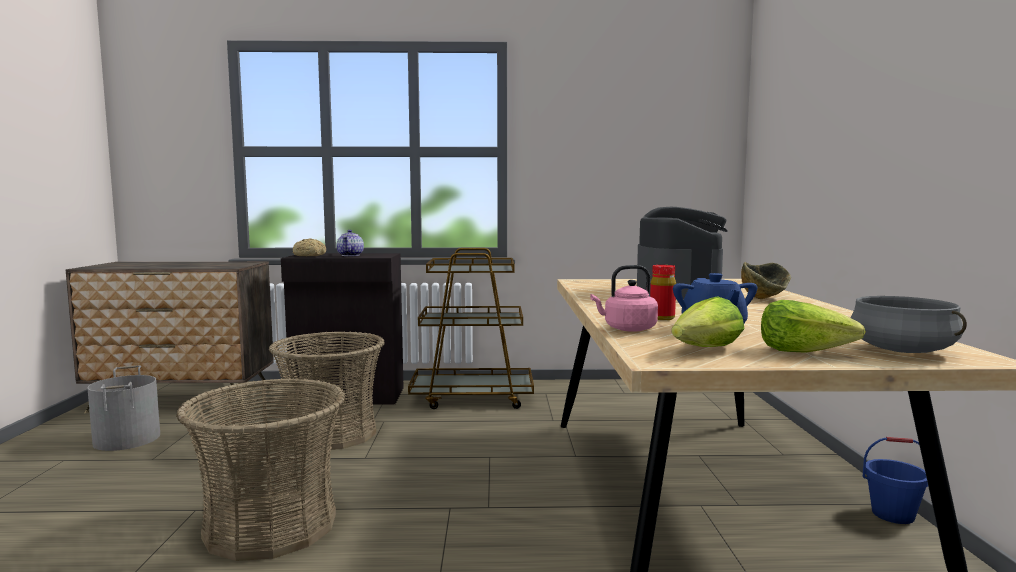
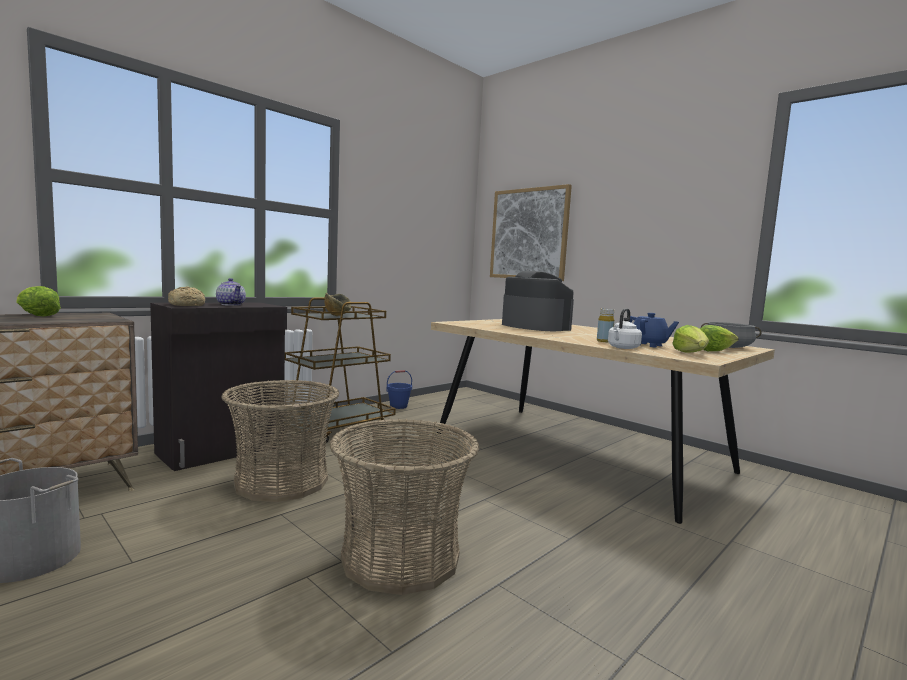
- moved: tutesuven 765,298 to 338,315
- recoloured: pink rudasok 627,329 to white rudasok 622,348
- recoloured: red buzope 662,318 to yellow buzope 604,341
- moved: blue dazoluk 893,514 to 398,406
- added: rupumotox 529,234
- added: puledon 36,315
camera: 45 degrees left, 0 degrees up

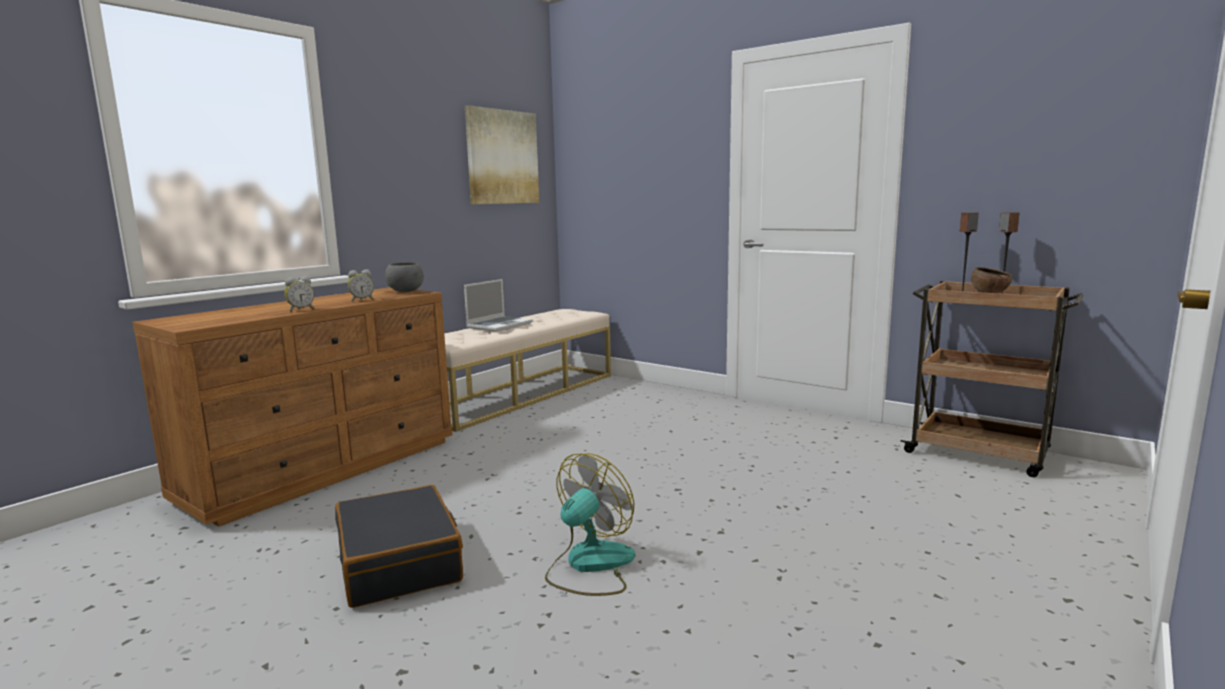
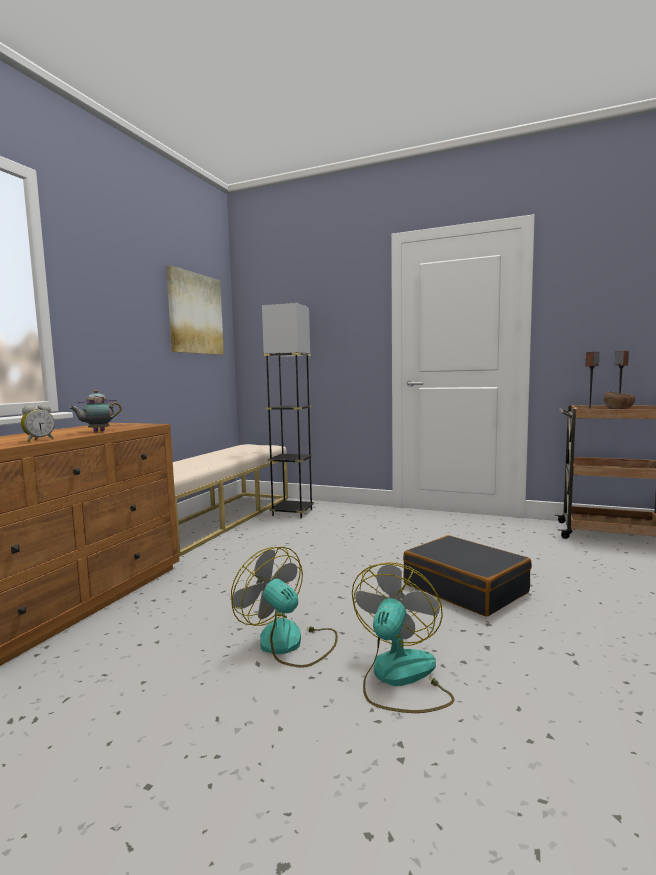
- removed: grey tutesuven 405,291
- replaced: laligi 362,300 to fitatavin 97,431
- removed: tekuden 499,325
- moved: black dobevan 400,562 to 465,588
- added: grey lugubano 292,512
- added: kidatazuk 289,643
camera: 15 degrees left, 5 degrees down

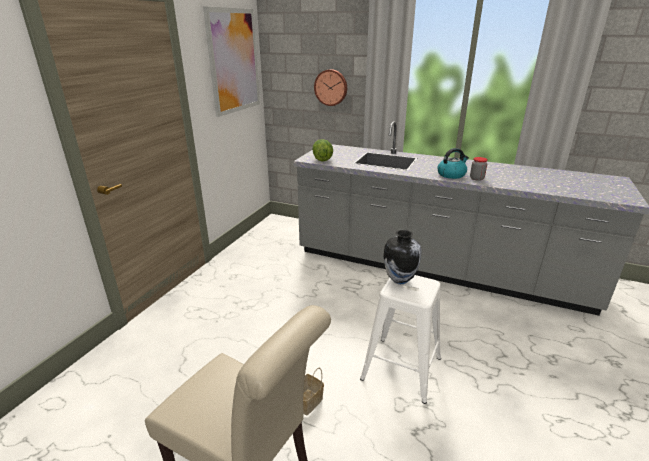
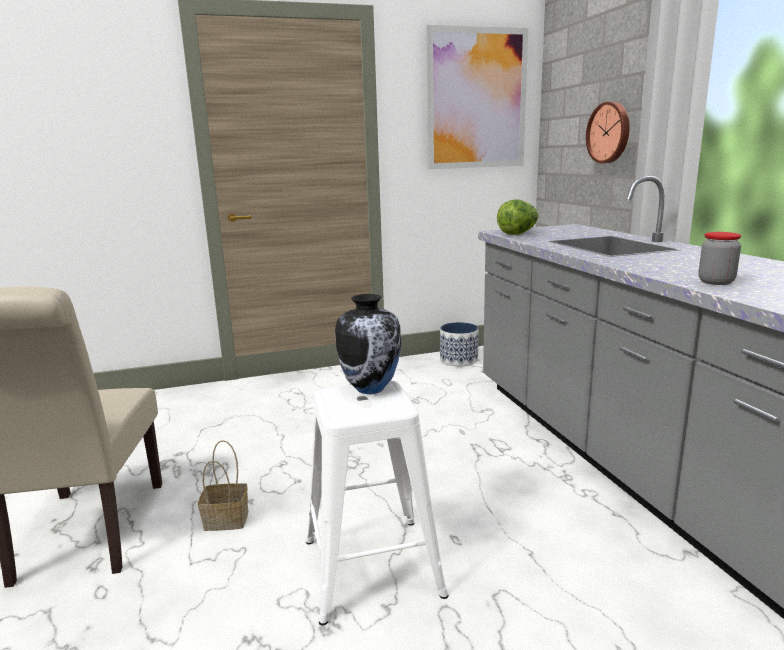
- removed: rudasok 451,174
- added: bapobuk 459,360
camera: 50 degrees right, 10 degrees down

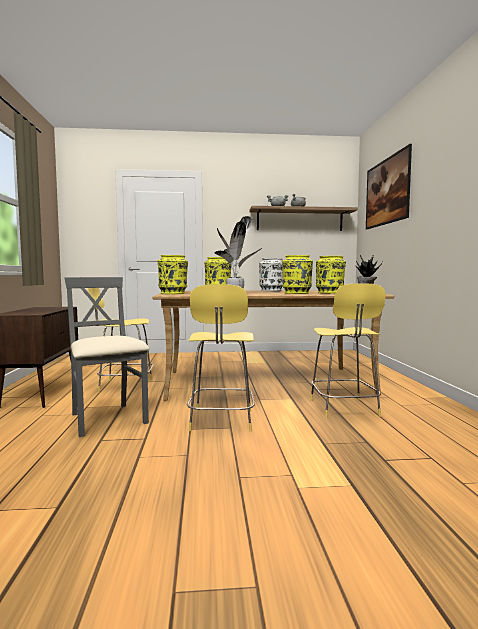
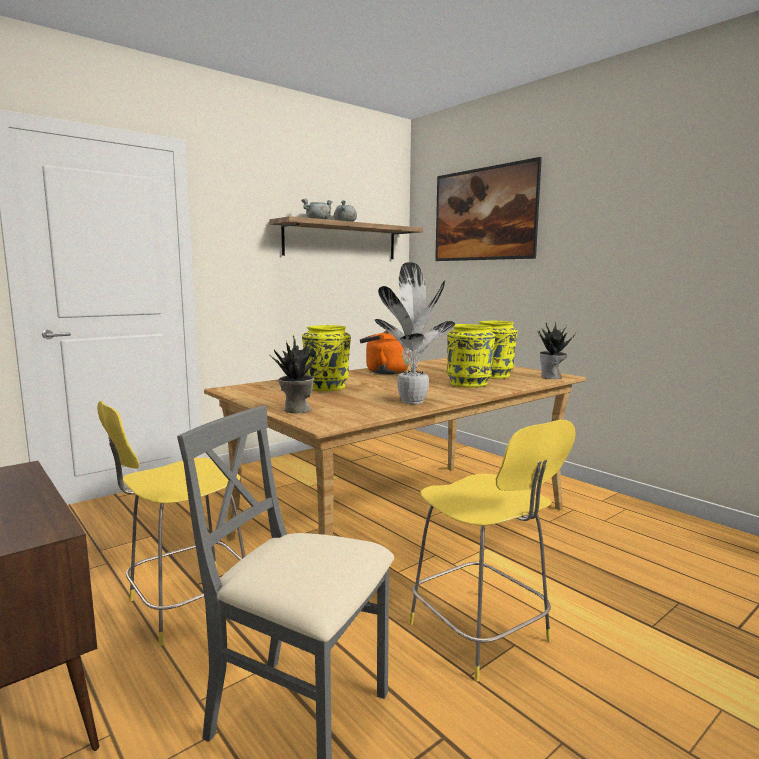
- replaced: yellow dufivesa 173,293 to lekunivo 296,410
- replaced: white dufivesa 272,290 to orange rudasok 384,372
- removed: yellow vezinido 344,409
camera: 35 degrees left, 5 degrees up

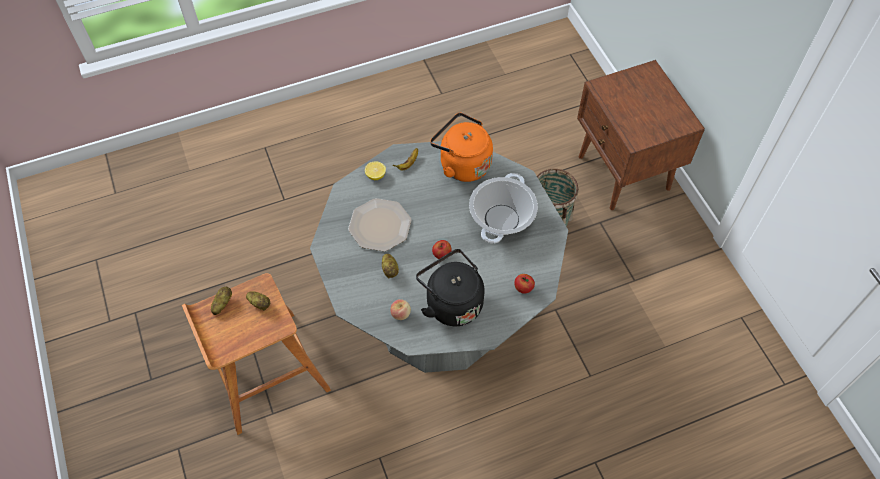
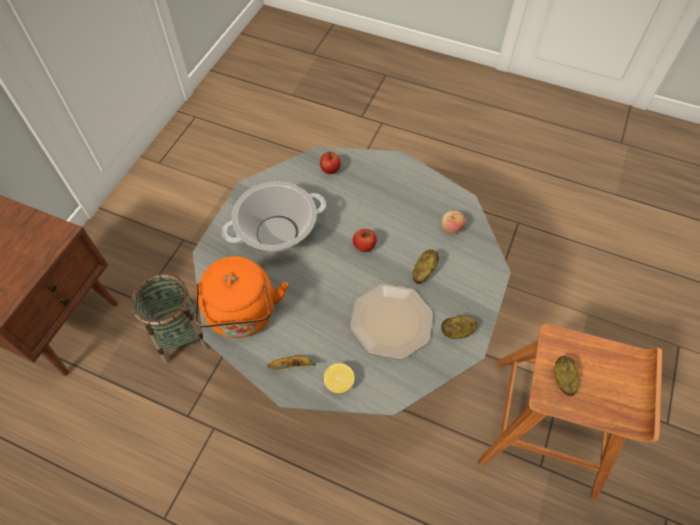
- removed: black rudasok 451,302
- moved: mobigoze 222,304 to 457,332
camera: 135 degrees left, 0 degrees up

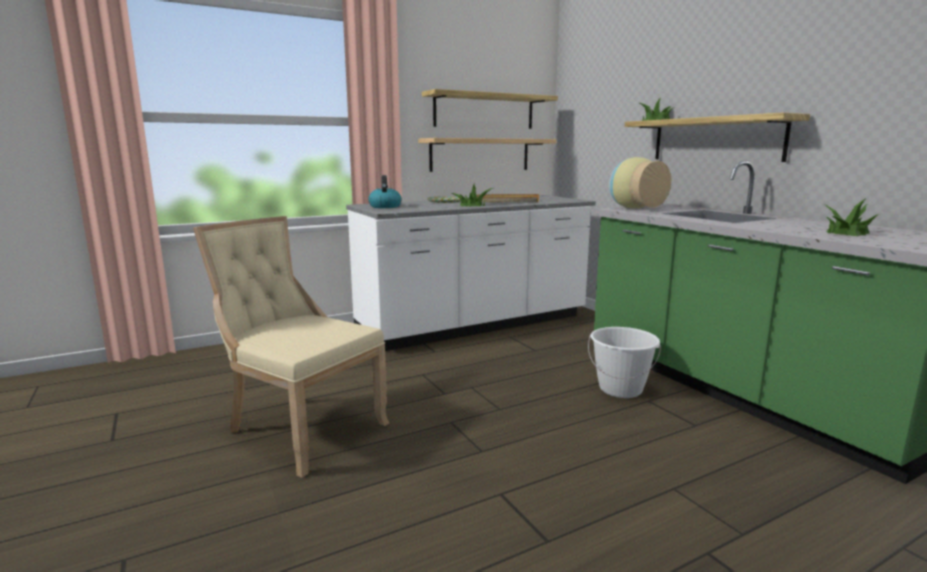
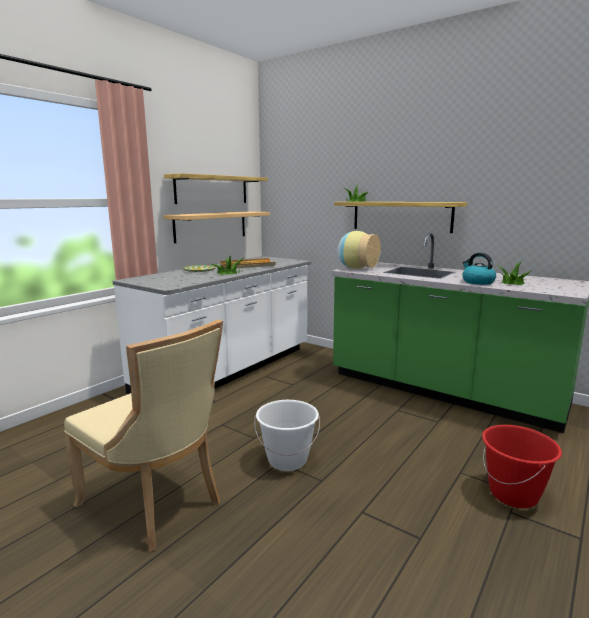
- moved: rudasok 385,206 to 477,282
- turned: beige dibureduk 301,428 = 156,503 150 degrees counterclockwise
- moved: white dazoluk 620,389 to 287,460
- added: red dazoluk 513,494
camera: 25 degrees left, 0 degrees up

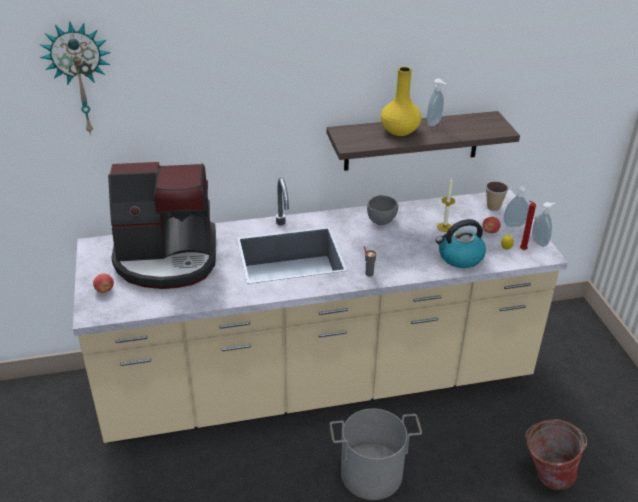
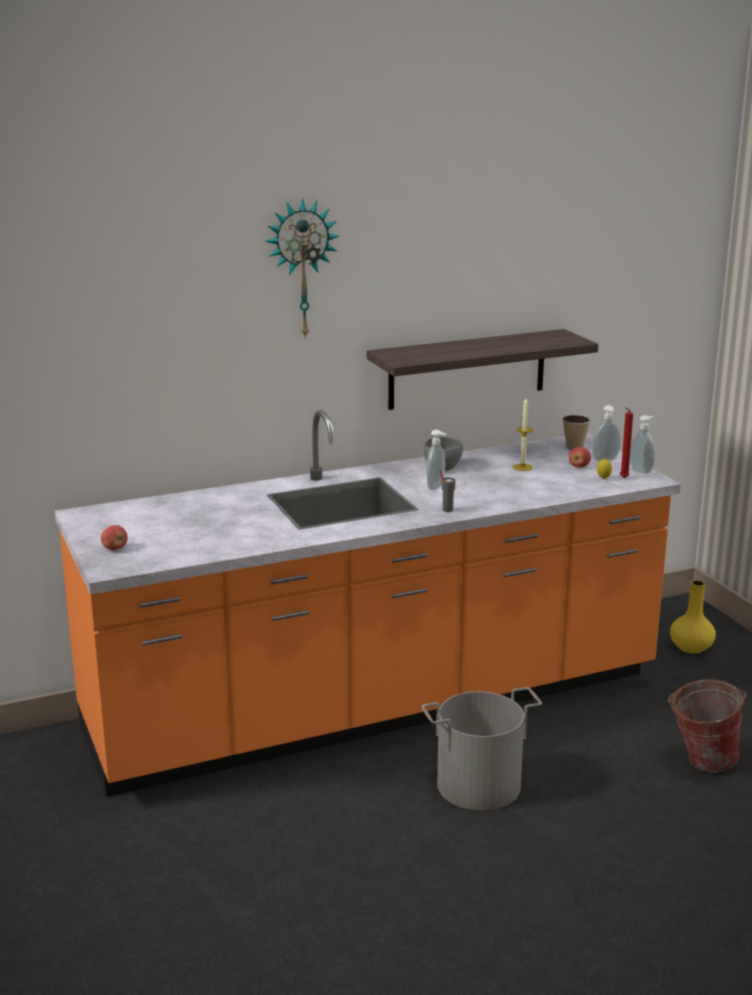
- moved: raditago 80,78 to 301,269
- moved: yellow dufivesa 399,130 to 690,647
- moved: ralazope 434,123 to 436,487
- removed: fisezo 167,258
- recoloured: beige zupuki 317,382 to orange zupuki 376,705
- removed: rudasok 459,257
camera: 10 degrees left, 15 degrees down

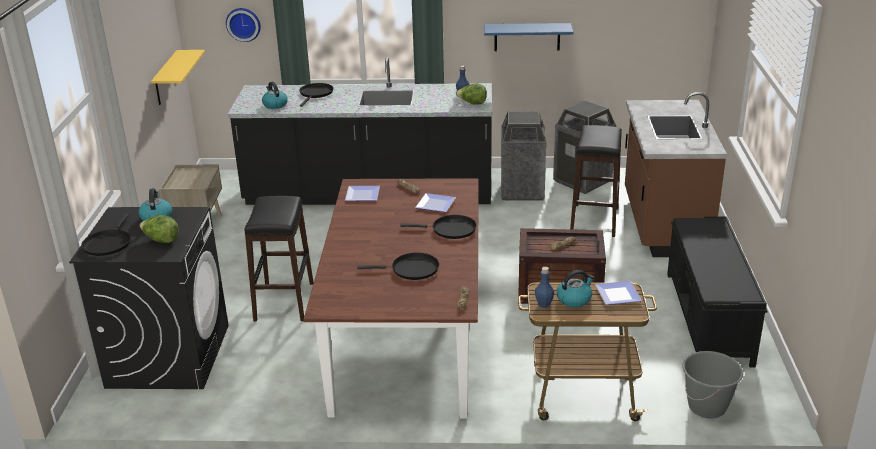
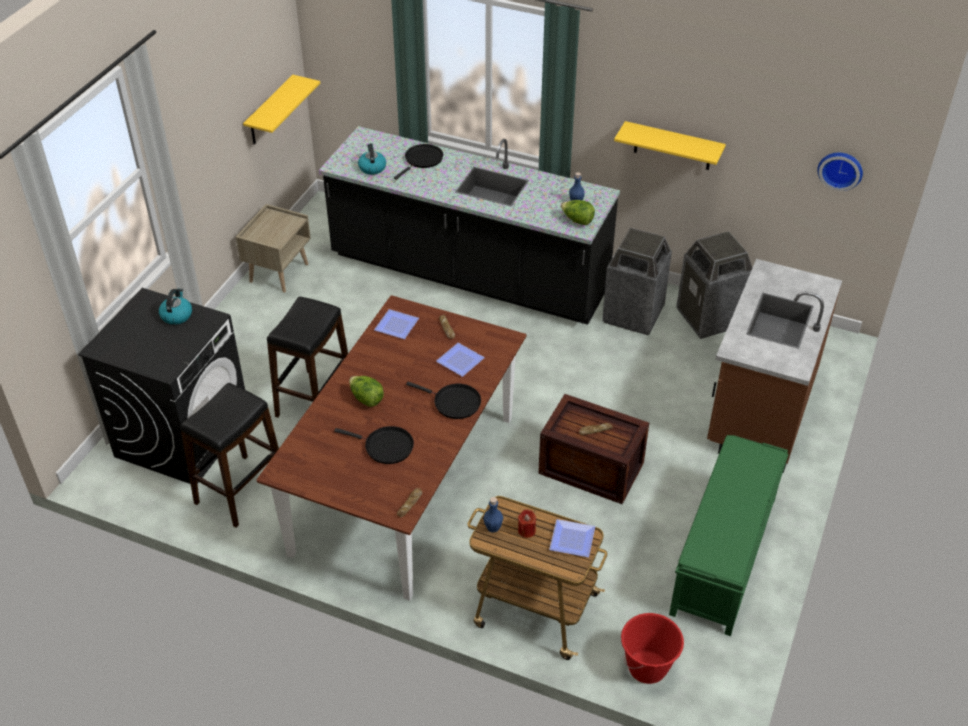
- moved: raditago 243,24 to 840,169
- recoloured: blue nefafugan 527,37 to yellow nefafugan 672,146
- moved: black vezinido 594,220 to 240,490
- removed: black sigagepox 108,243
- moved: puledon 161,240 to 366,399
- recoloured: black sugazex 708,318 to green sugazex 723,556
- replaced: rudasok 574,299 to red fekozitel 526,531
- recoloured: grey dazoluk 707,407 to red dazoluk 647,667
camera: 20 degrees right, 15 degrees up

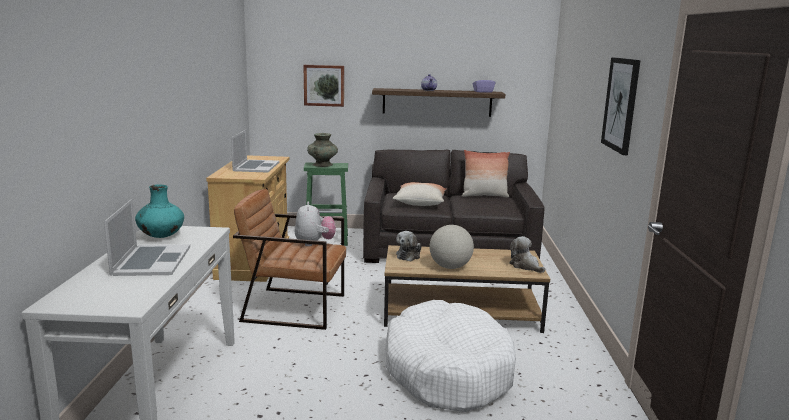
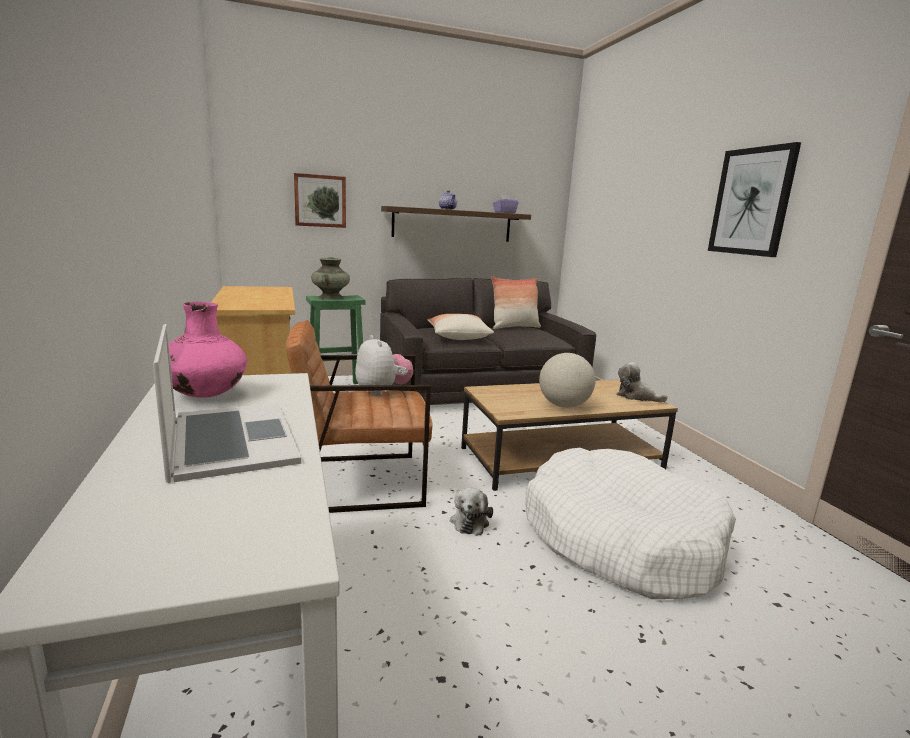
- removed: tekuden 256,166
- recoloured: turquoise dufivesa 161,236 to pink dufivesa 204,395
- moved: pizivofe 409,255 to 470,521
camera: 20 degrees left, 0 degrees up

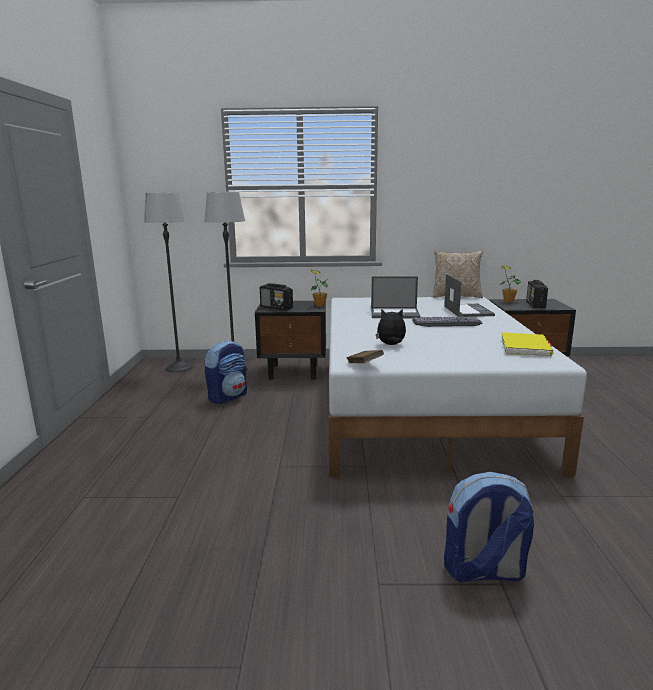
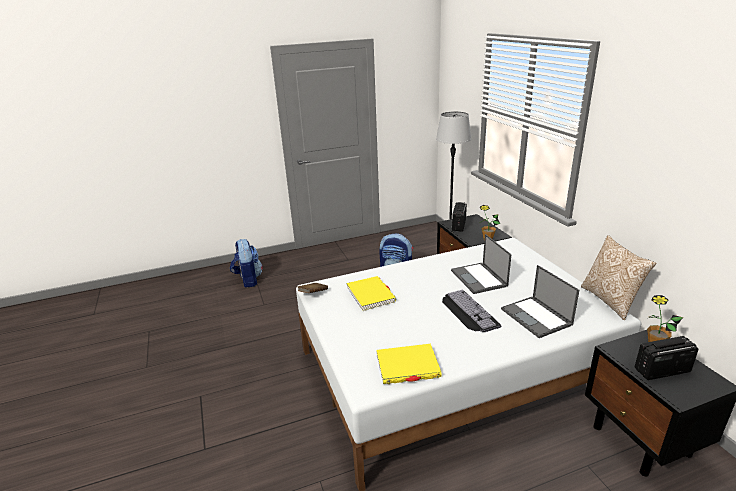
- removed: lugubano 179,368
- turned: tekuden 467,311 = 537,317 90 degrees clockwise
- replaced: pizivofe 391,345 to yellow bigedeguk 370,295
- moved: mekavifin 483,572 to 248,280
camera: 70 degrees right, 10 degrees up

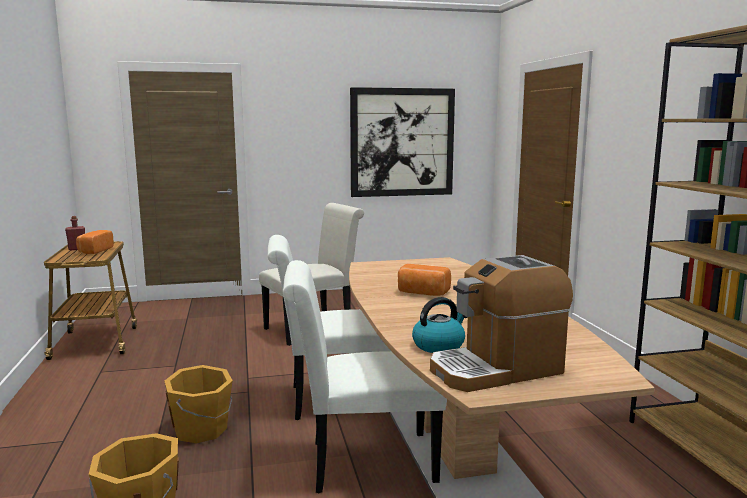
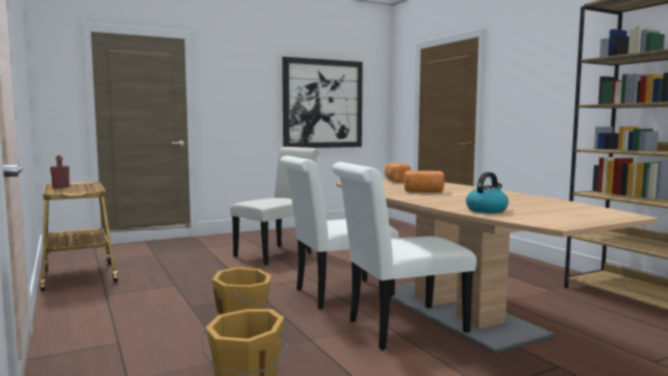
- moved: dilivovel 94,250 to 396,181
- removed: fisezo 496,369
camera: 15 degrees left, 5 degrees down

